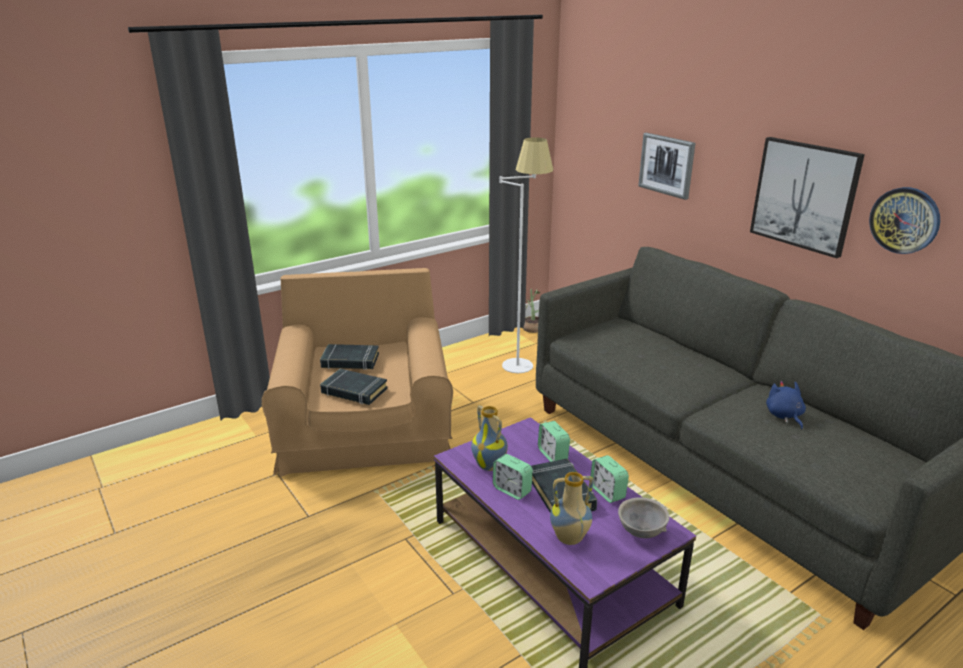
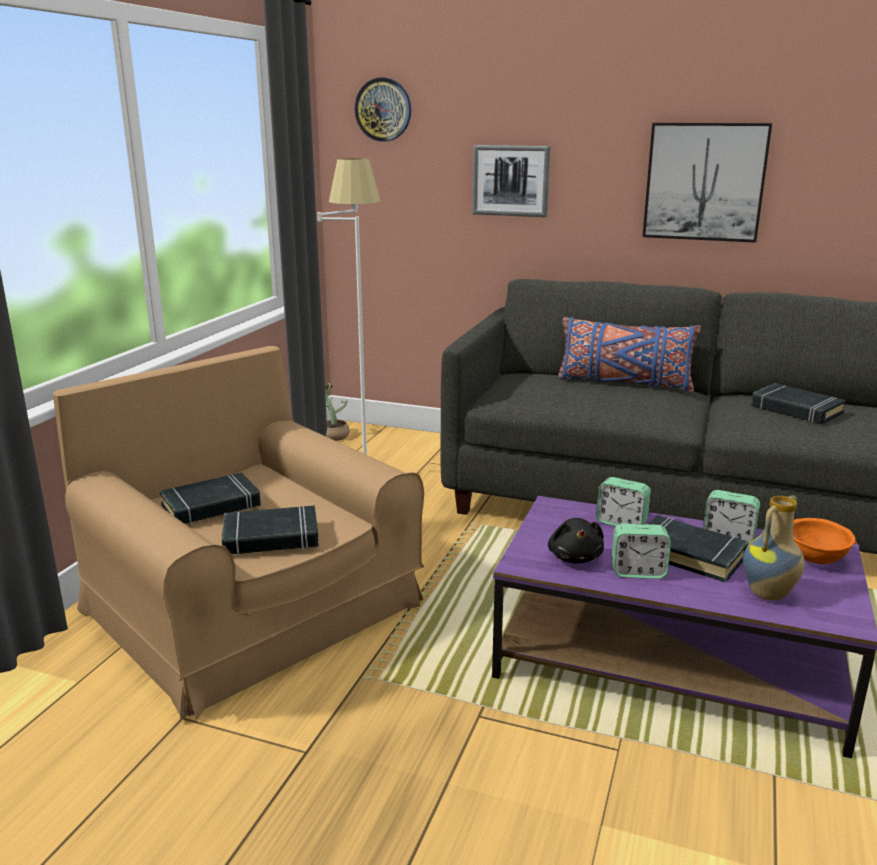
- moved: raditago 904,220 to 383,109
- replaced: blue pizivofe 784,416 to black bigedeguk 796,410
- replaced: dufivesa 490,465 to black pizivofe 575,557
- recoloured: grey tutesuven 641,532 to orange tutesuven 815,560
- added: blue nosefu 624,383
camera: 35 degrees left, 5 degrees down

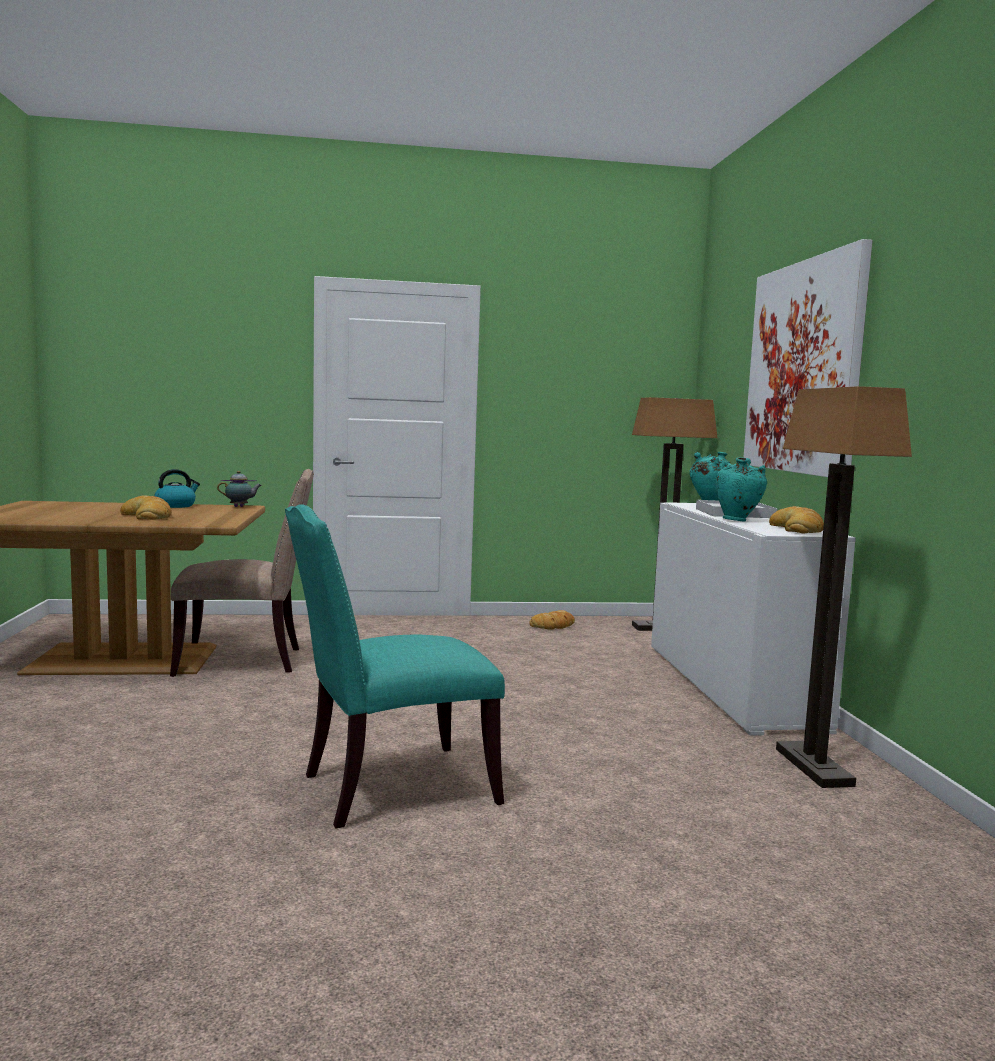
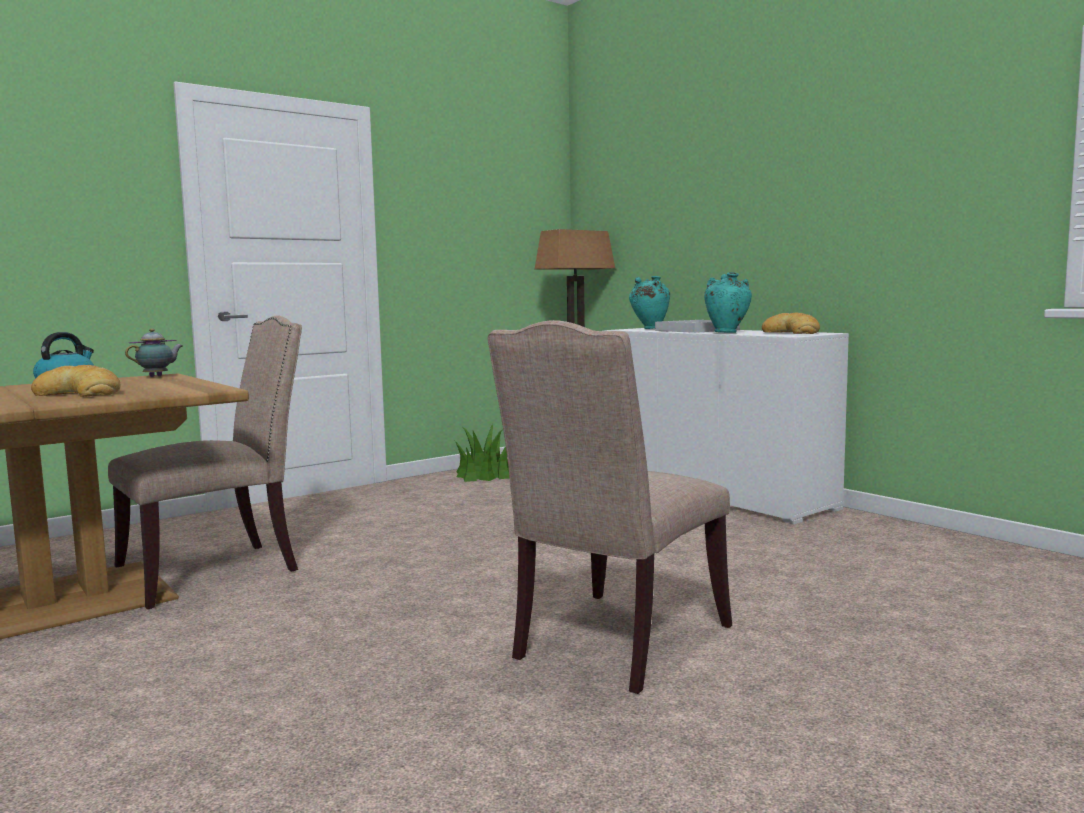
- removed: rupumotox 803,367
- removed: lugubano 814,767
- recoloured: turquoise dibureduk 390,789 to beige dibureduk 615,644
- replaced: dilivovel 554,625 to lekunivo 484,475
camera: 30 degrees left, 0 degrees up

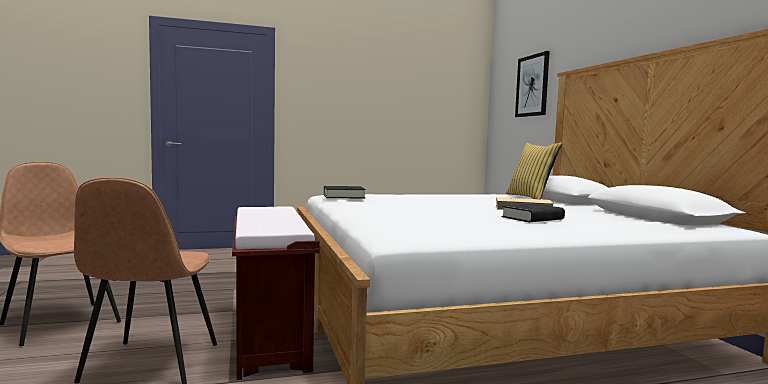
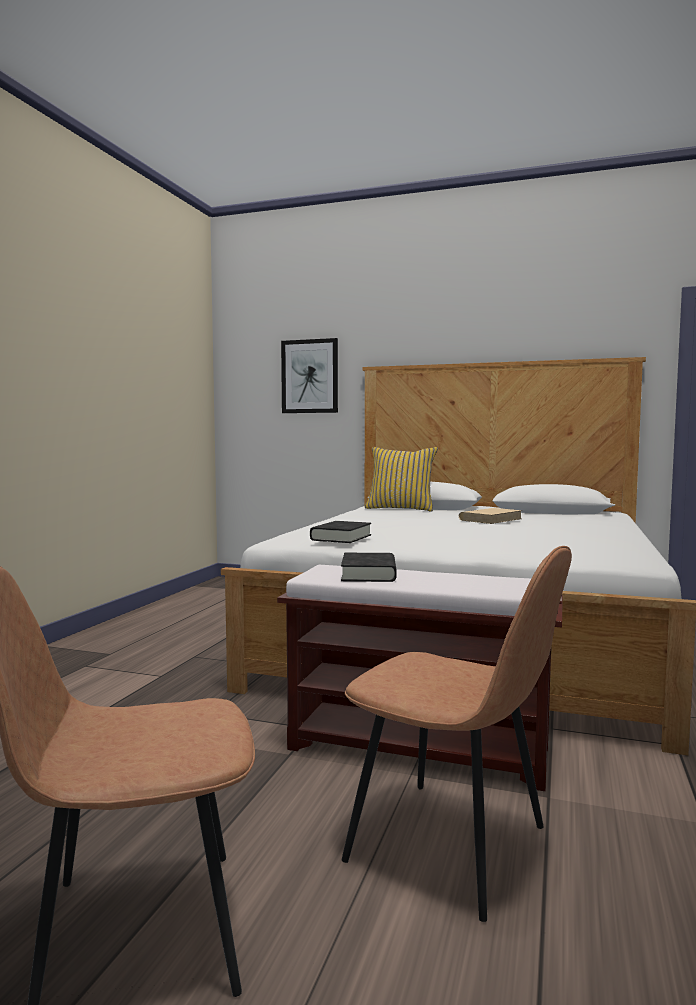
- moved: black bigedeguk 532,218 to 369,574
camera: 55 degrees left, 0 degrees up

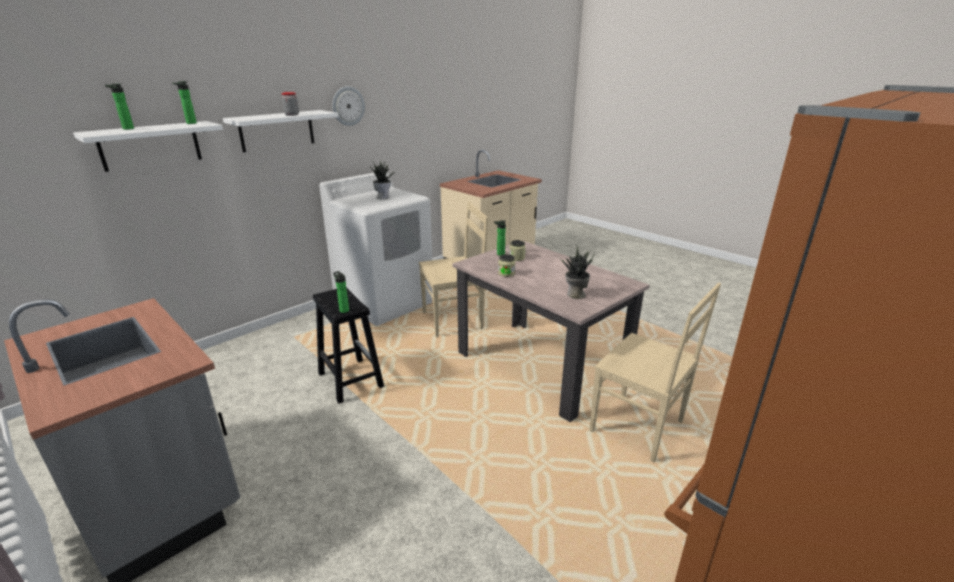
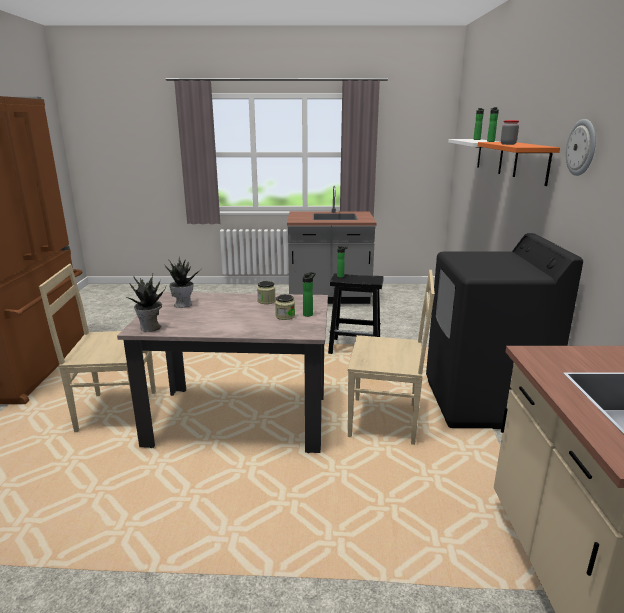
- recoloured: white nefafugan 277,130 to orange nefafugan 531,162
- moved: lekunivo 383,197 to 150,328
- recoloured: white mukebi 385,302 to black mukebi 483,403
- turned: beige dibureduk 454,320 = 386,421 105 degrees counterclockwise
camera: 135 degrees right, 5 degrees down

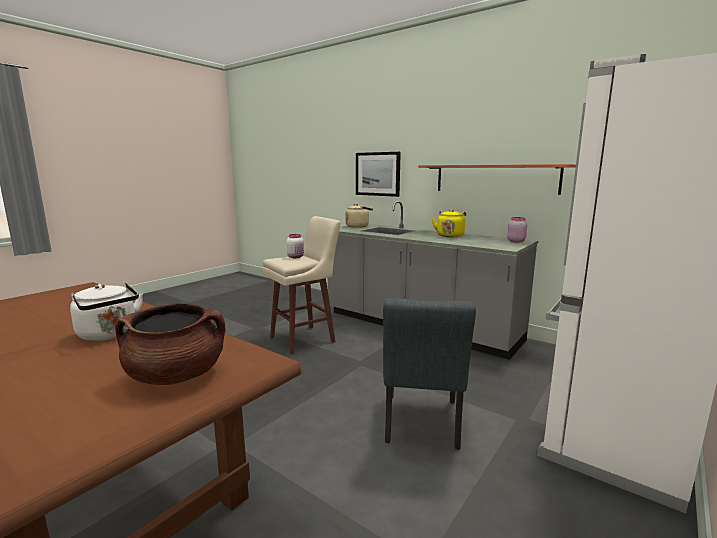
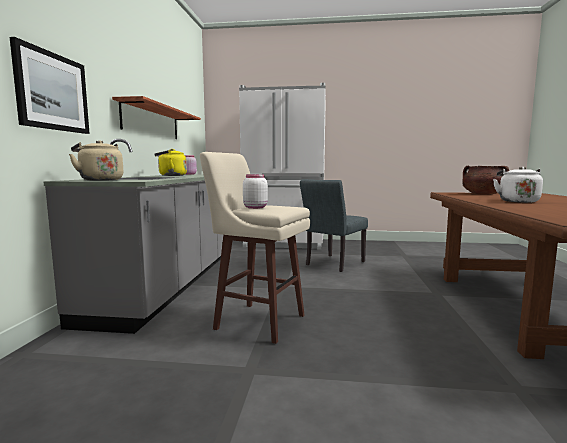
- turned: grey dibureduk 421,425 = 332,264 150 degrees clockwise
camera: 120 degrees left, 5 degrees down

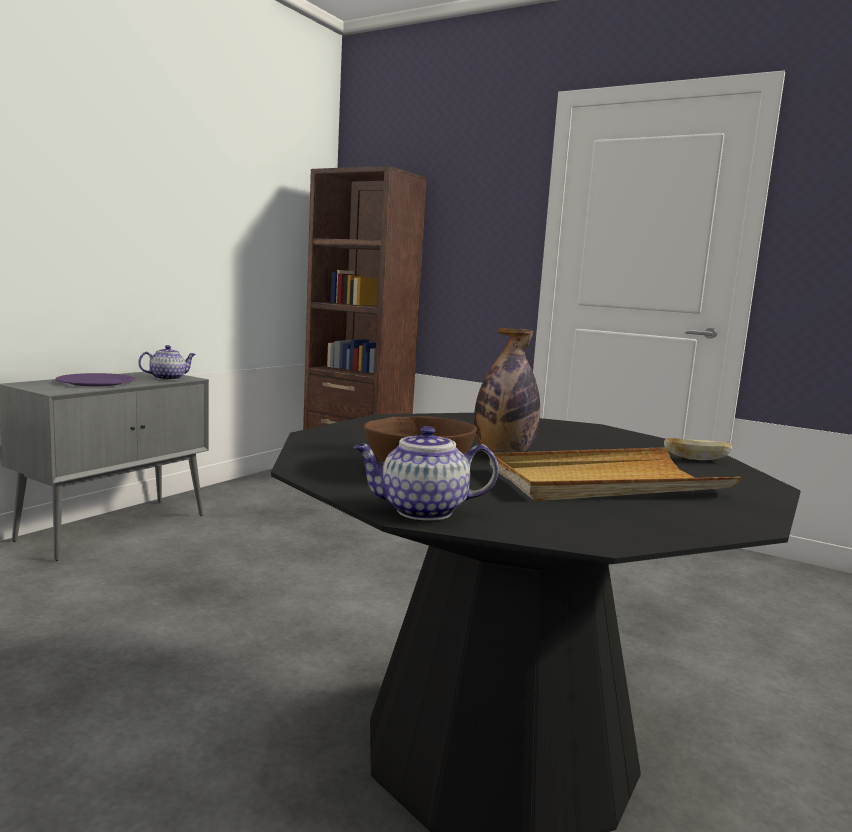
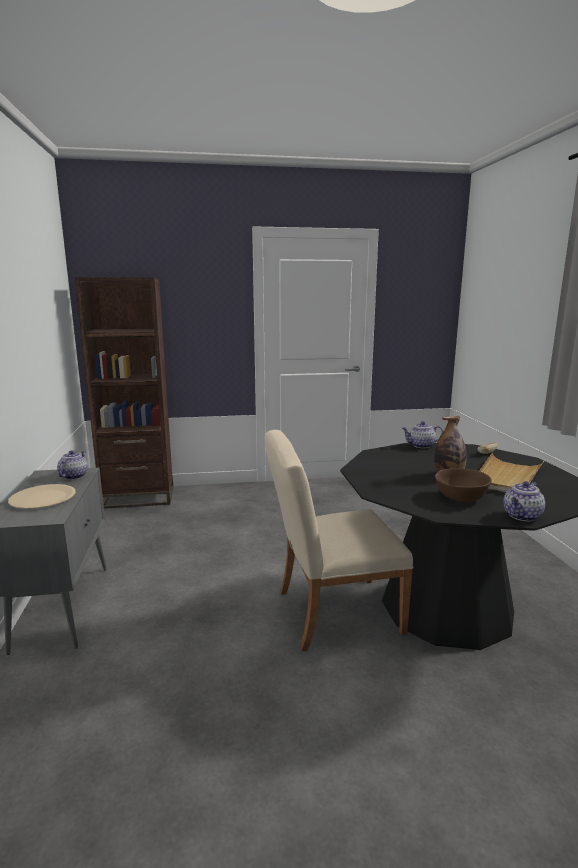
- recoloured: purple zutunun 96,382 to beige zutunun 43,498
- added: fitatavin 421,446
- added: beige dibureduk 329,612
camera: 40 degrees left, 5 degrees up

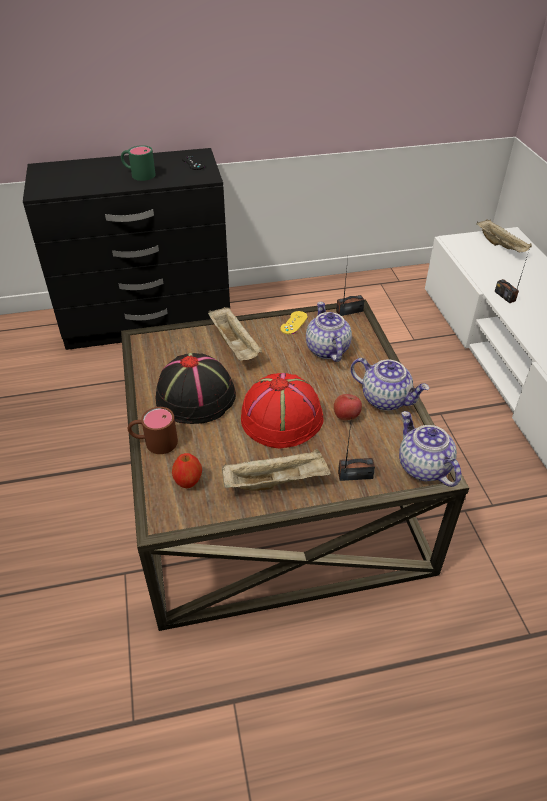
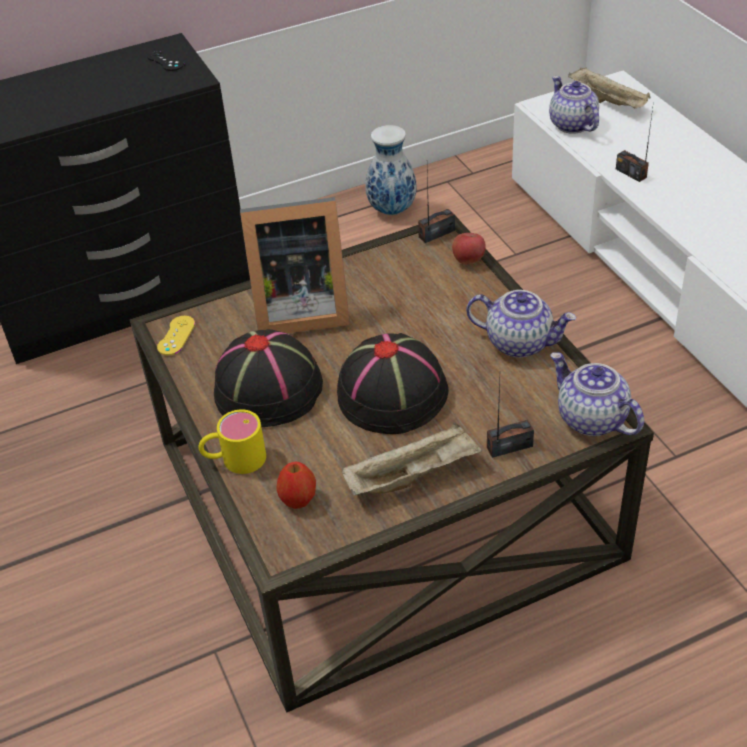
- removed: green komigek 138,174
- moved: fitatavin 326,349 to 571,125
- replaced: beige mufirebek 235,345 to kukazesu 297,310
- moved: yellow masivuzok 294,323 to 176,335
- recoloured: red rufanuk 282,417 to black rufanuk 393,393
- moved: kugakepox 346,416 to 468,260
- recoloured: brown komigek 154,442 to yellow komigek 234,459
- added: dufivesa 392,209
camera: 10 degrees left, 0 degrees up

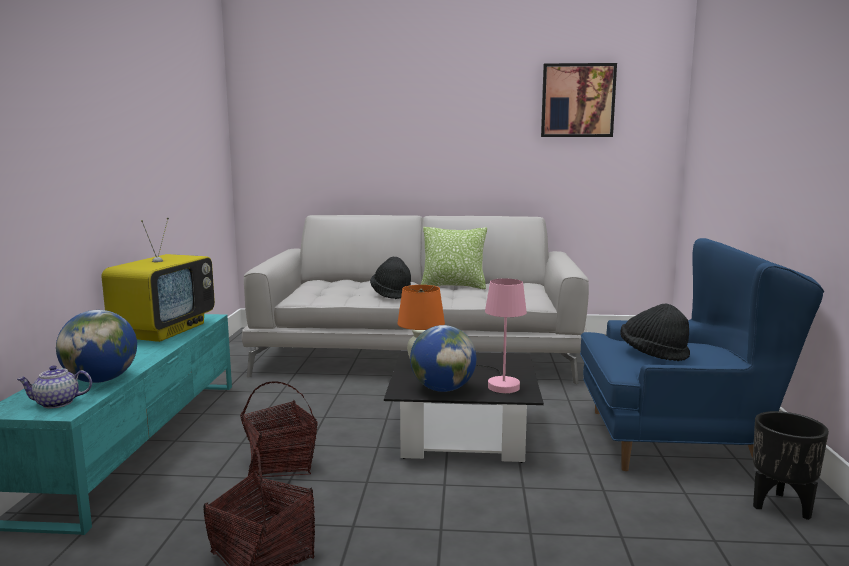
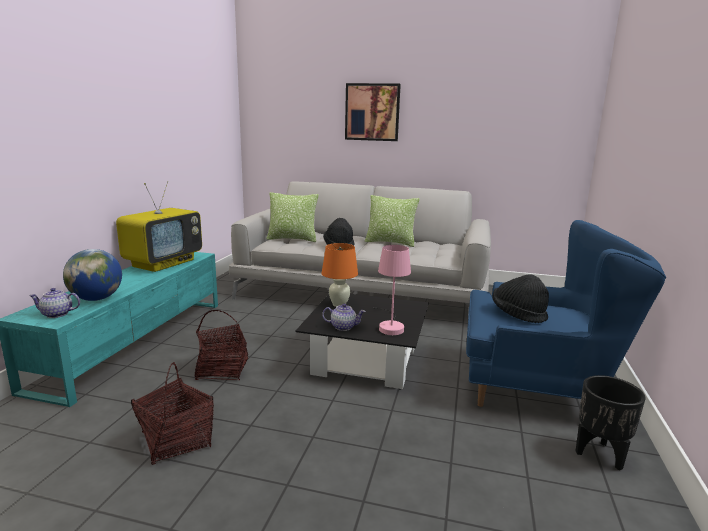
- moved: rupumotox 577,100 to 372,112
- replaced: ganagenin 442,389 to fitatavin 343,327
- added: nosefu 292,239
camera: 10 degrees right, 5 degrees up

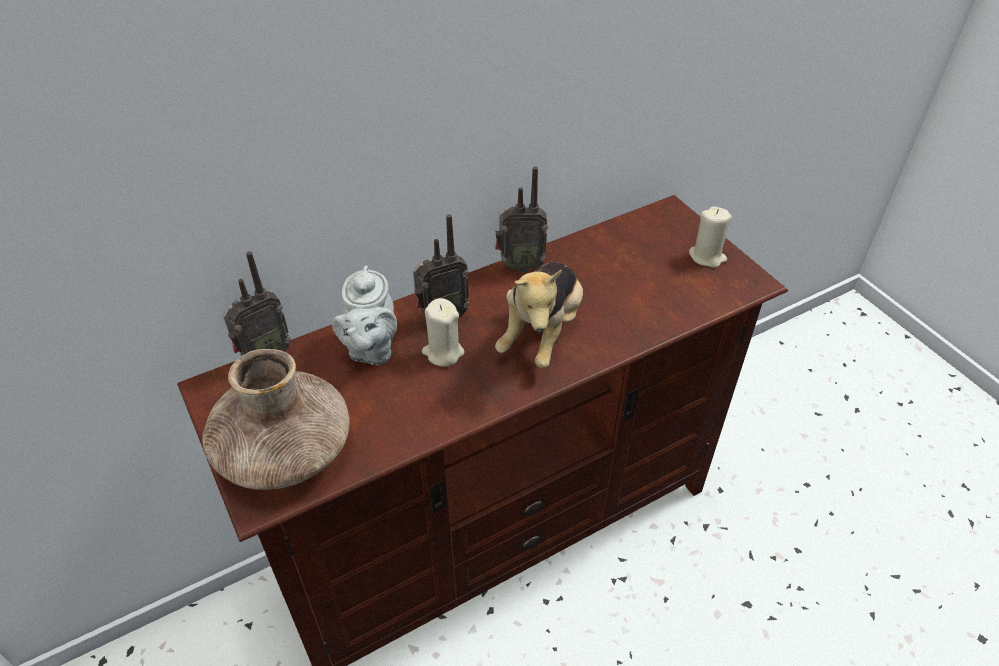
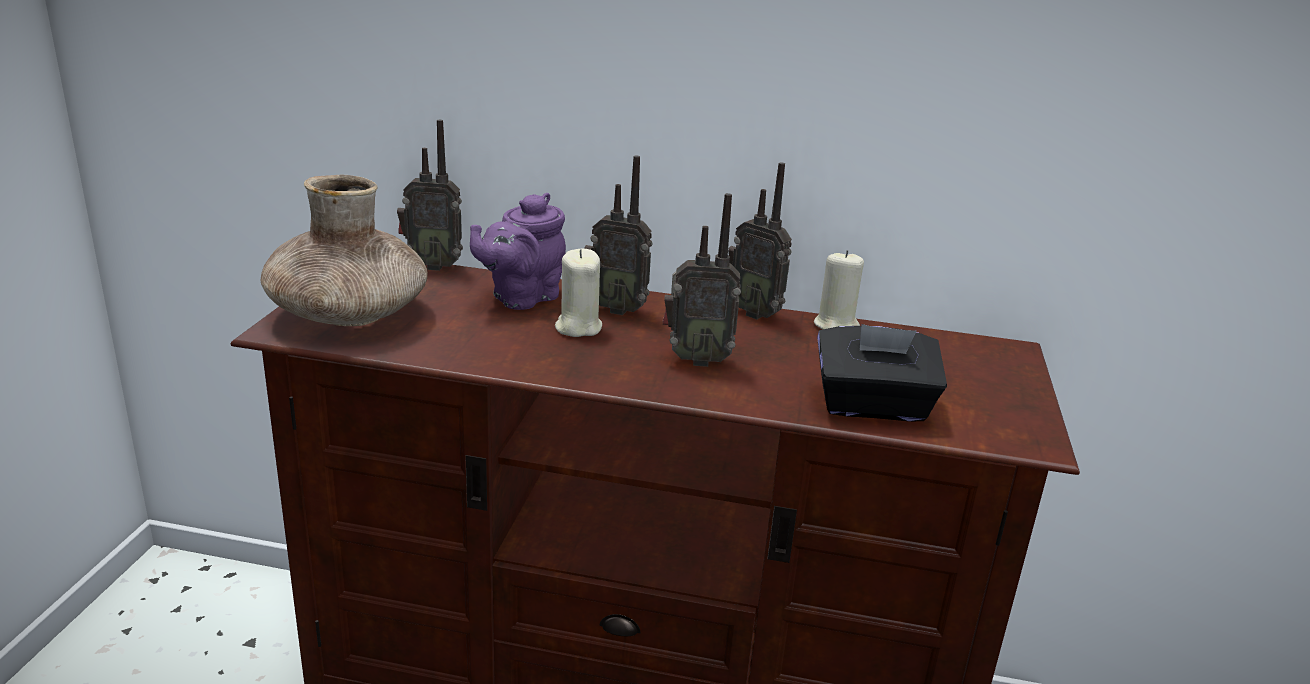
- moved: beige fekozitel 707,256 to 836,325
- replaced: pizivofe 542,332 to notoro 696,359
- recoloured: grey fitatavin 371,349 to purple fitatavin 521,298
- added: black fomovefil 873,406
camera: 40 degrees right, 20 degrees down

